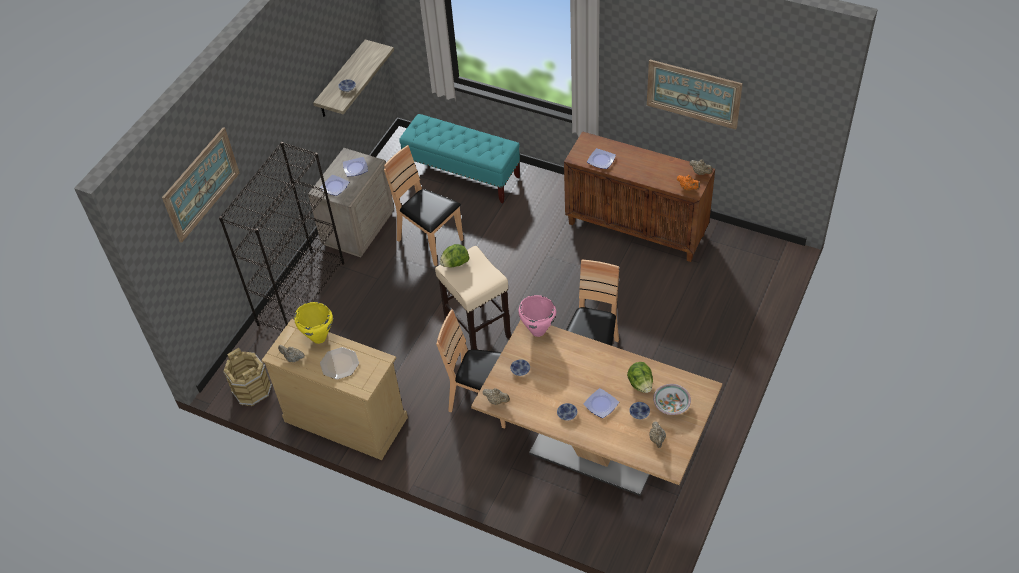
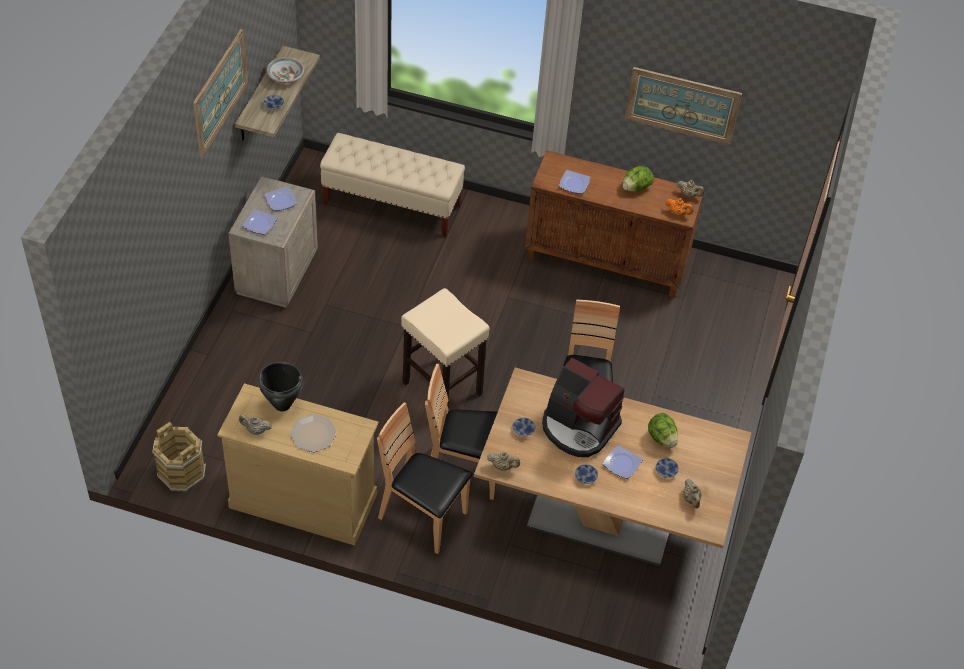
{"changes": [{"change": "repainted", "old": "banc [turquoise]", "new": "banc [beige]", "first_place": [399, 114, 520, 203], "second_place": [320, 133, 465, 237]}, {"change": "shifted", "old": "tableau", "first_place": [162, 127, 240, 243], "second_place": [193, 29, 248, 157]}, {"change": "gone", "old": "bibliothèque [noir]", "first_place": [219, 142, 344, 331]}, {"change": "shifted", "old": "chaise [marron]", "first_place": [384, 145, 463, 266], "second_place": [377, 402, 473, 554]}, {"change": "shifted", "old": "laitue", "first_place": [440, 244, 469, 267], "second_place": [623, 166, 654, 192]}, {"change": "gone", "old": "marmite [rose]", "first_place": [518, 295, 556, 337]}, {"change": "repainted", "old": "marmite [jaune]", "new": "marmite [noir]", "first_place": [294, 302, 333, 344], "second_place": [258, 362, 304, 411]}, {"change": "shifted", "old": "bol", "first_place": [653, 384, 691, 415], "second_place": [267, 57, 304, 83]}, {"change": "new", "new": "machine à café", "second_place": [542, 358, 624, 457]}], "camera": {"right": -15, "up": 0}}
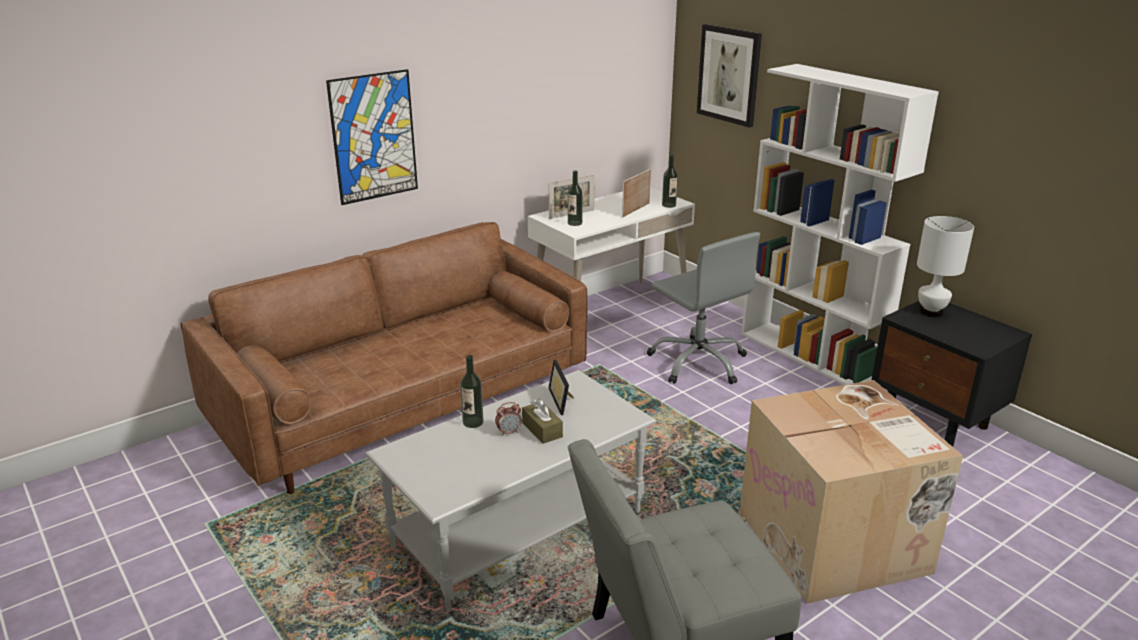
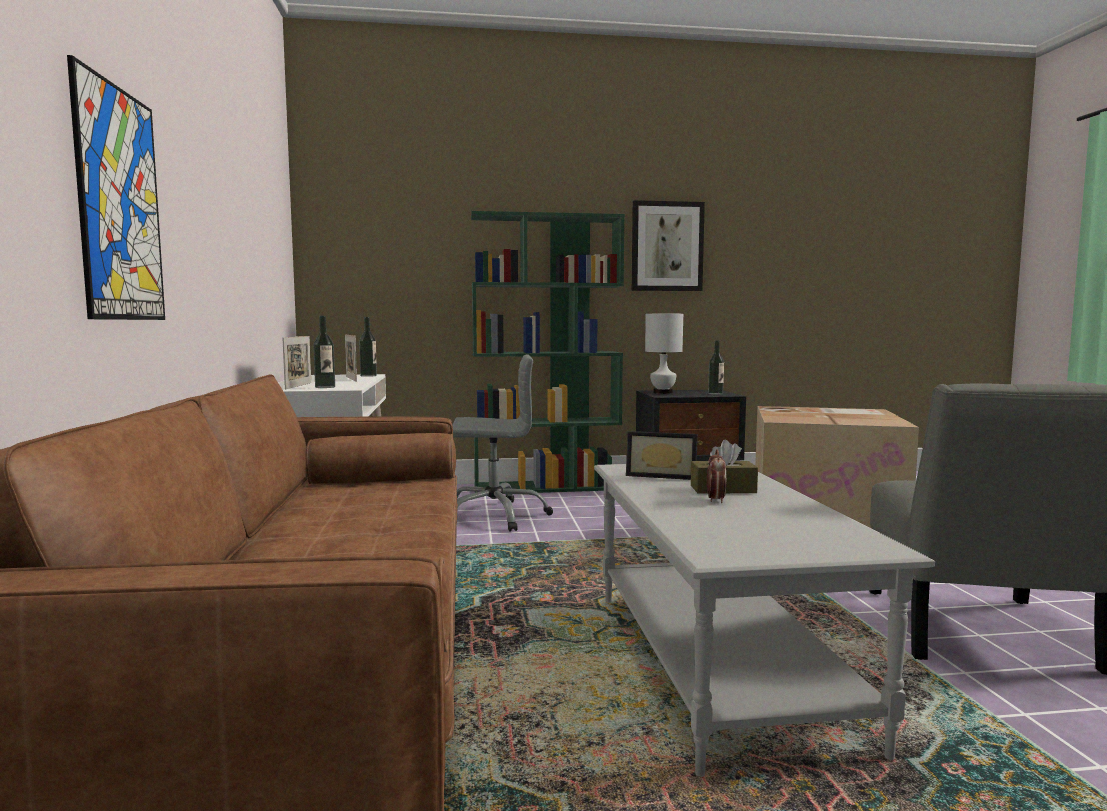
{"changes": [{"change": "shifted", "old": "tableau", "first_place": [697, 24, 762, 128], "second_place": [632, 200, 705, 291]}, {"change": "repainted", "old": "bibliothèque [blanc]", "new": "bibliothèque [vert]", "first_place": [741, 64, 939, 385], "second_place": [471, 211, 625, 493]}, {"change": "shifted", "old": "bouteille", "first_place": [460, 355, 484, 428], "second_place": [708, 340, 724, 395]}], "camera": {"right": -60, "up": -20}}
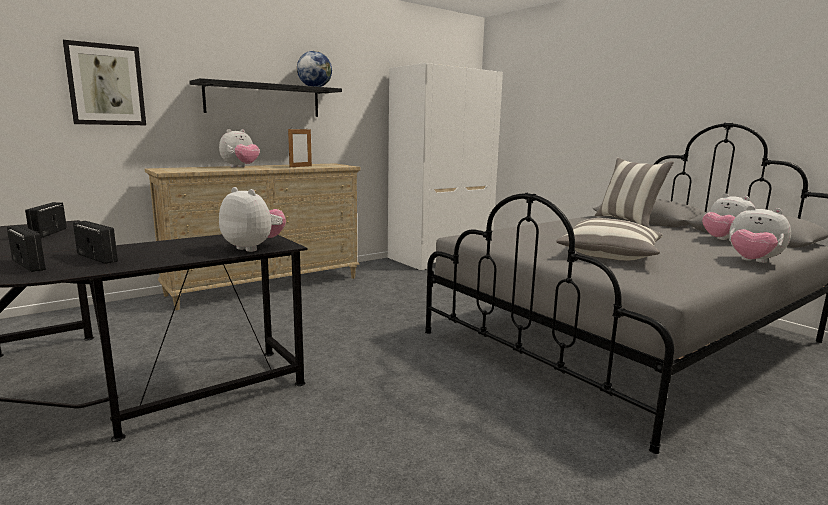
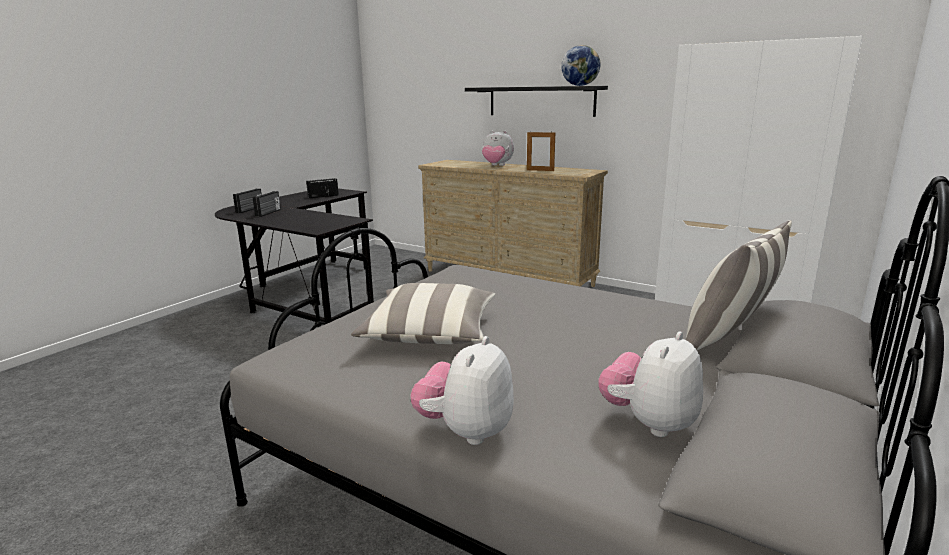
{"changes": [{"change": "gone", "old": "tableau", "first_place": [63, 40, 146, 125]}, {"change": "gone", "old": "peluche", "first_place": [219, 187, 286, 252]}], "camera": {"right": 70, "up": 5}}
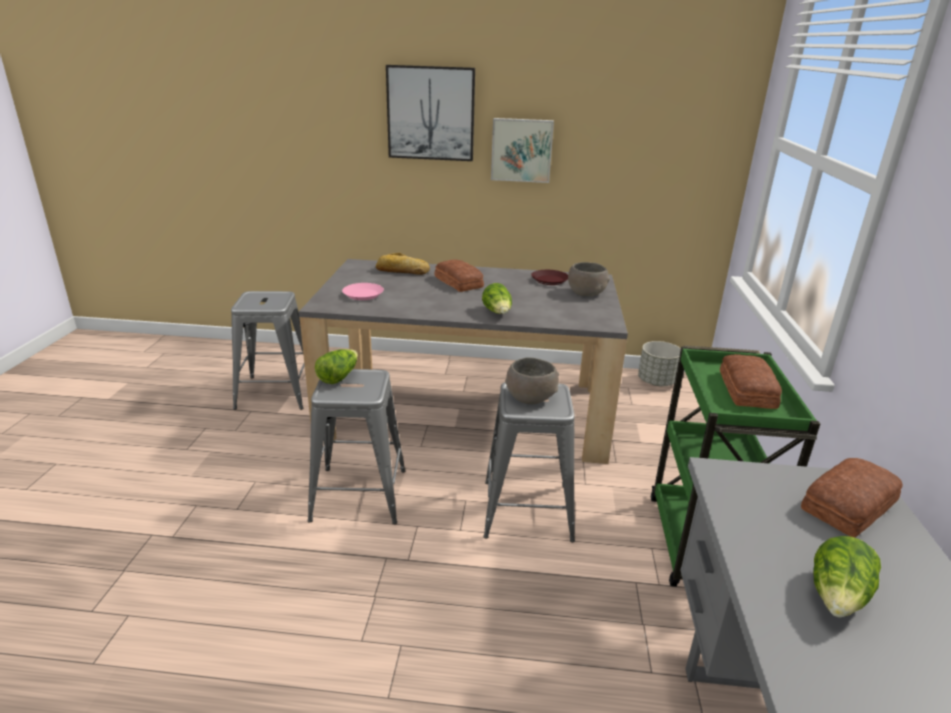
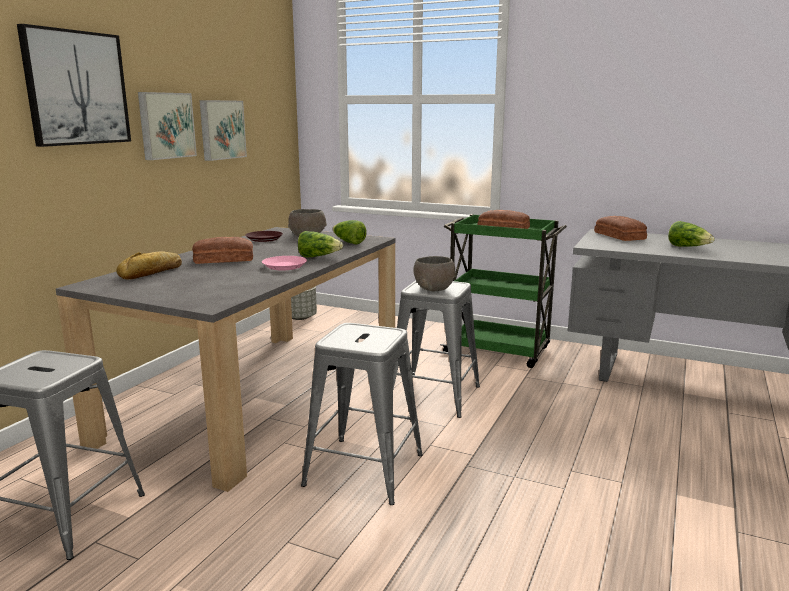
{"changes": [{"change": "shifted", "old": "assiette [rose]", "first_place": [342, 283, 384, 300], "second_place": [262, 256, 307, 270]}, {"change": "shifted", "old": "laitue", "first_place": [315, 349, 358, 384], "second_place": [332, 220, 367, 245]}, {"change": "new", "new": "tableau", "second_place": [199, 100, 247, 161]}], "camera": {"right": -70, "up": -10}}
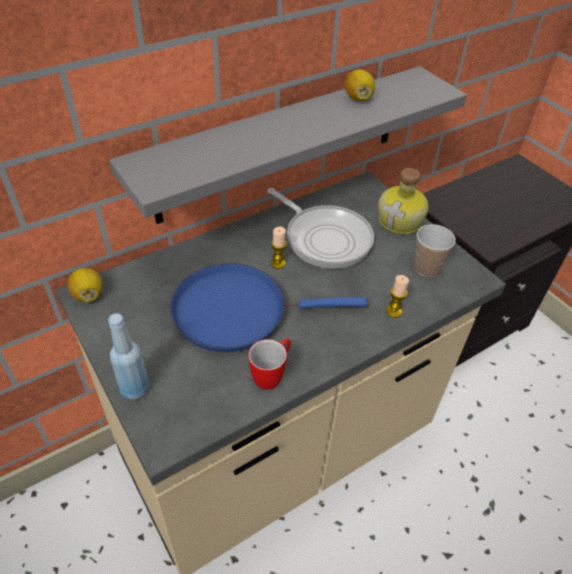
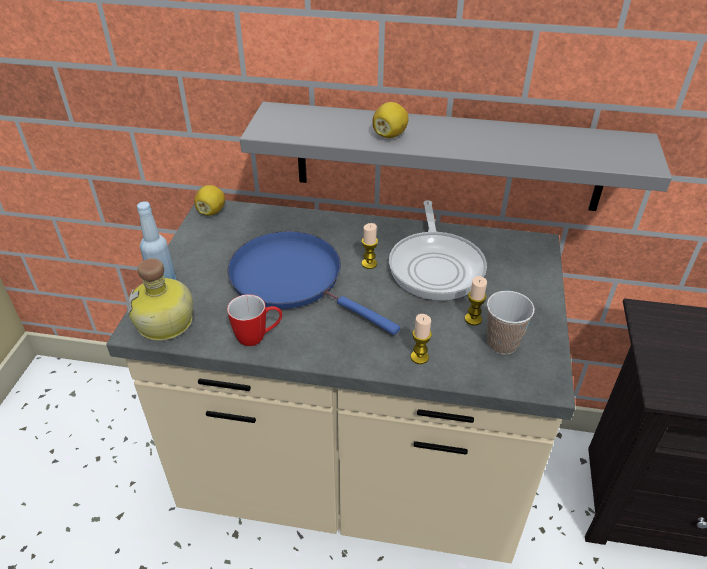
{"changes": [{"change": "shifted", "old": "citron", "first_place": [344, 69, 375, 101], "second_place": [372, 102, 409, 138]}, {"change": "shifted", "old": "bouteille", "first_place": [378, 168, 429, 234], "second_place": [127, 258, 193, 341]}, {"change": "new", "new": "bougie", "second_place": [465, 276, 487, 325]}], "camera": {"right": 45, "up": -5}}
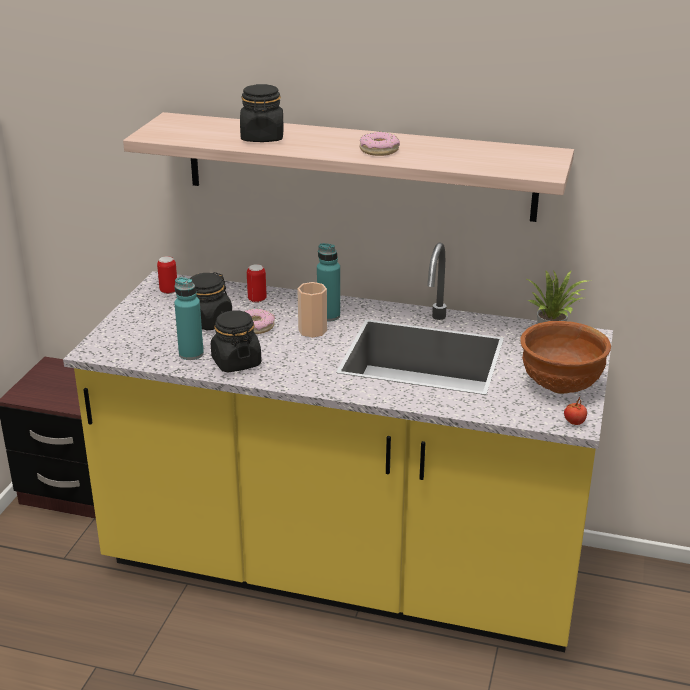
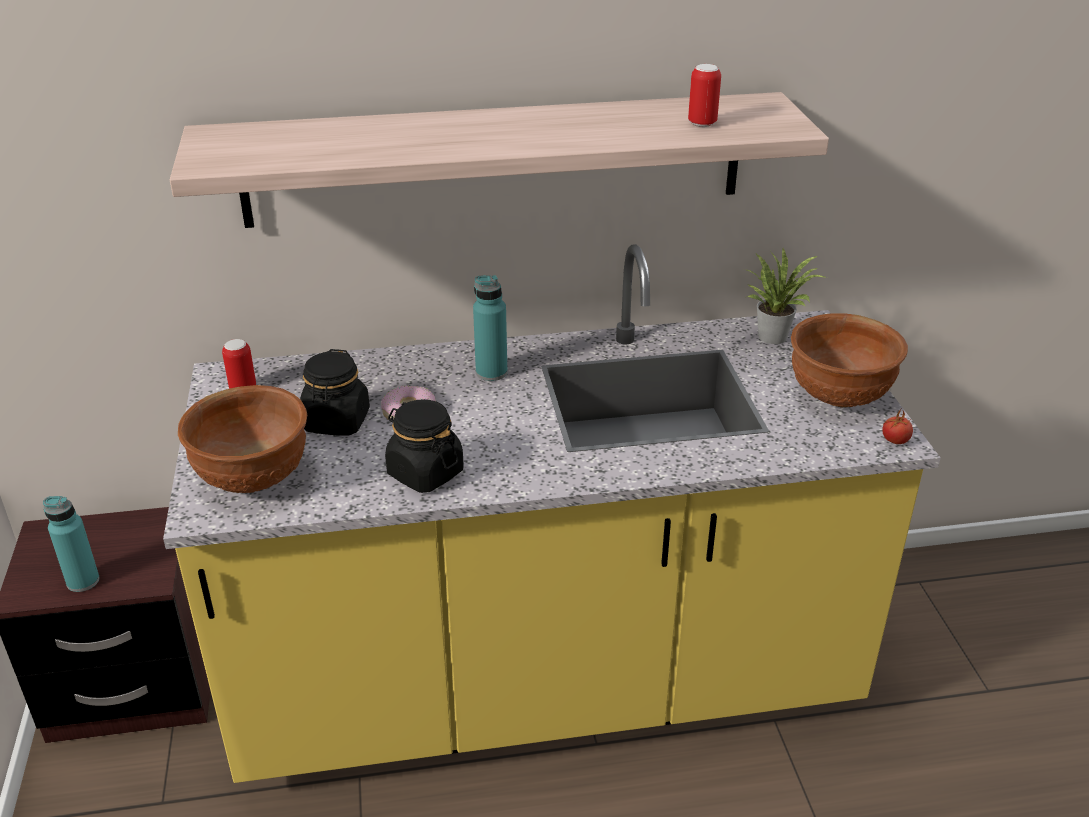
{"changes": [{"change": "gone", "old": "bocal [noir]", "first_place": [240, 84, 284, 142]}, {"change": "gone", "old": "beignet", "first_place": [359, 132, 400, 156]}, {"change": "shifted", "old": "boîte métallique", "first_place": [247, 264, 267, 303], "second_place": [688, 64, 721, 127]}, {"change": "shifted", "old": "bouteille [turquoise]", "first_place": [174, 277, 204, 360], "second_place": [43, 496, 99, 592]}, {"change": "gone", "old": "tasse", "first_place": [297, 282, 327, 338]}, {"change": "new", "new": "bol [marron]", "second_place": [178, 385, 307, 493]}], "camera": {"right": -25, "up": 5}}
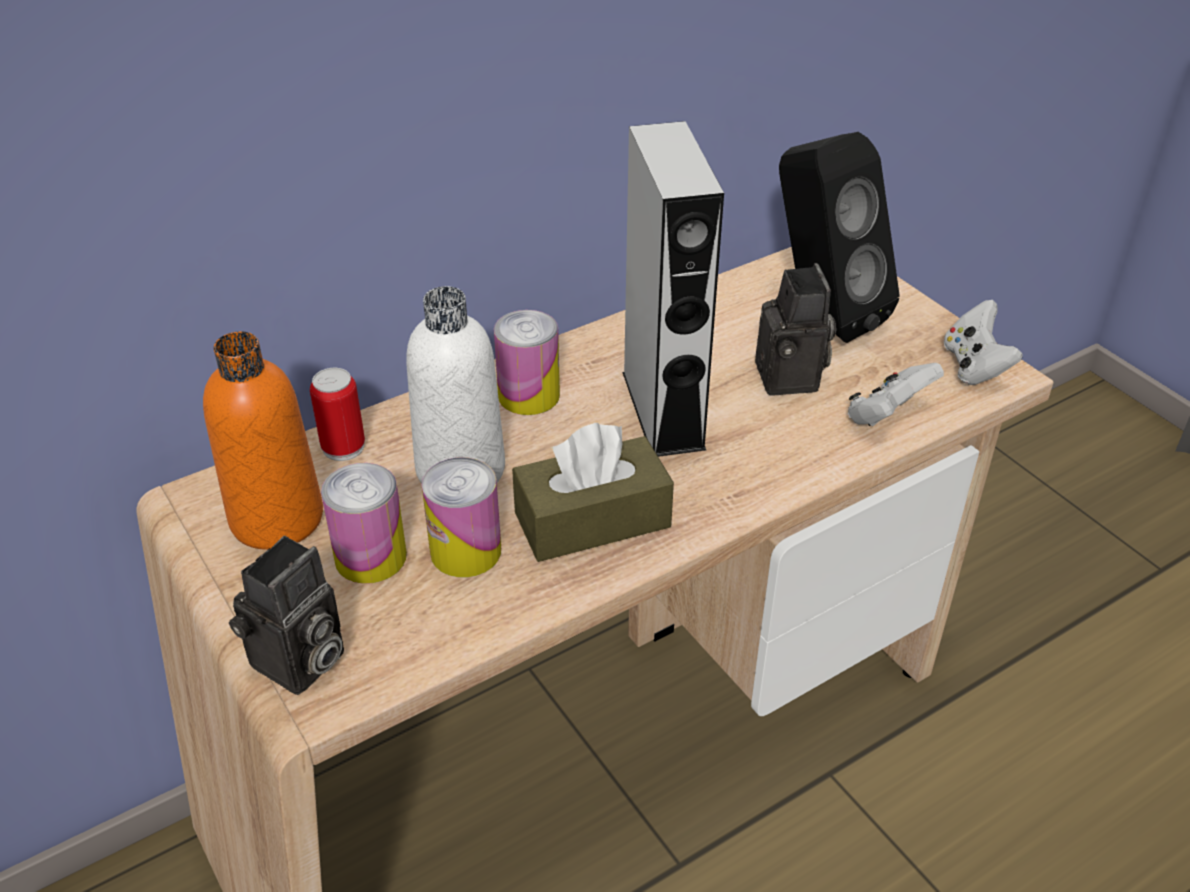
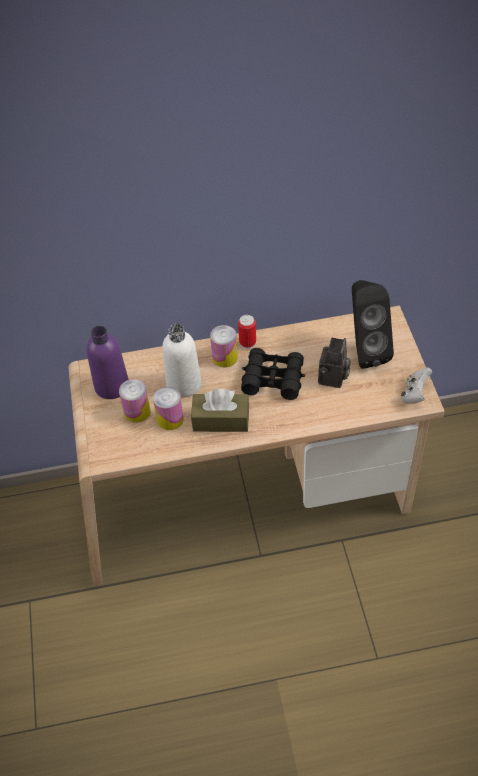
{"changes": [{"change": "swapped", "old": "enceinte [gris]", "new": "jumelles [noir]", "first_place": [622, 121, 724, 457], "second_place": [241, 348, 305, 400]}, {"change": "repainted", "old": "bouteille [orange]", "new": "bouteille [violet]", "first_place": [203, 331, 323, 550], "second_place": [87, 326, 129, 399]}, {"change": "gone", "old": "manette [blanc]", "first_place": [848, 363, 944, 427]}, {"change": "shifted", "old": "boîte métallique", "first_place": [310, 368, 365, 461], "second_place": [238, 315, 256, 349]}, {"change": "gone", "old": "appareil photo", "first_place": [229, 536, 344, 695]}], "camera": {"right": 25, "up": 10}}
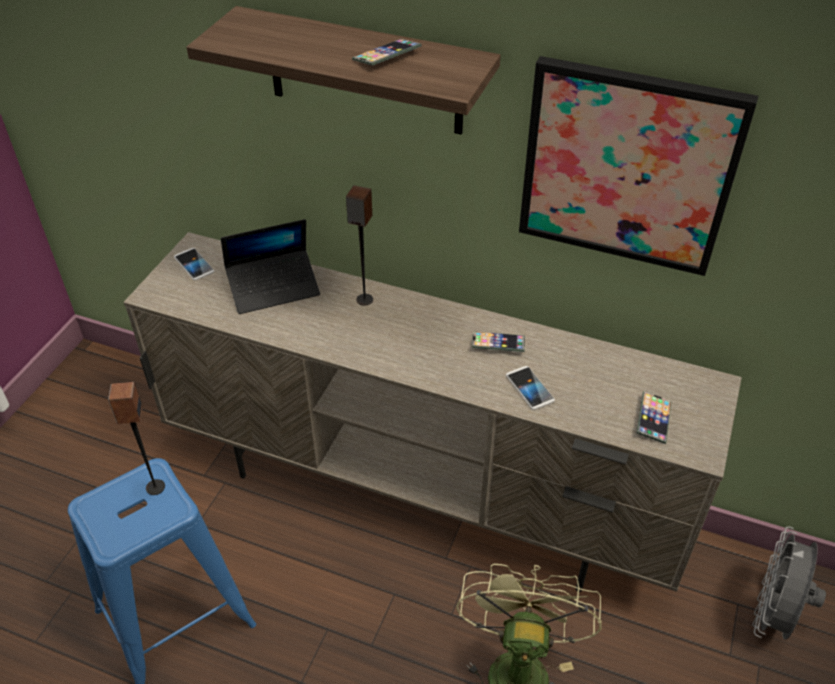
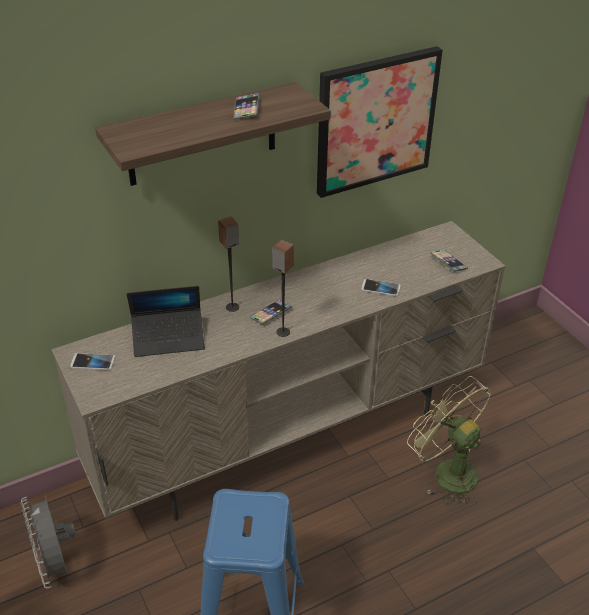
{"changes": [{"change": "rotated", "old": "ordinateur portable", "first_place": [221, 219, 320, 314], "second_place": [127, 286, 205, 357], "degrees": 60}, {"change": "shifted", "old": "téléphone", "first_place": [472, 331, 525, 352], "second_place": [249, 300, 292, 324]}, {"change": "shifted", "old": "enceinte", "first_place": [108, 382, 165, 495], "second_place": [272, 240, 294, 337]}, {"change": "shifted", "old": "ventilateur [gris]", "first_place": [752, 526, 826, 640], "second_place": [21, 496, 76, 589]}], "camera": {"right": -50, "up": -5}}
